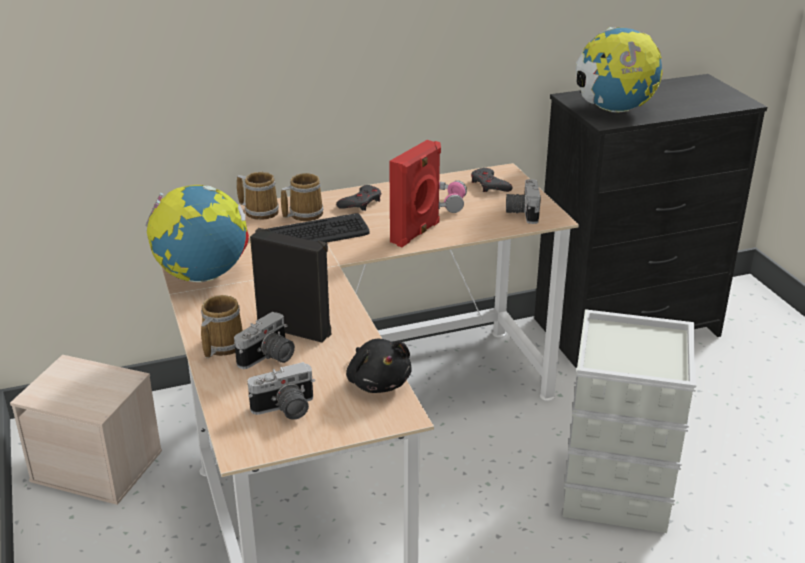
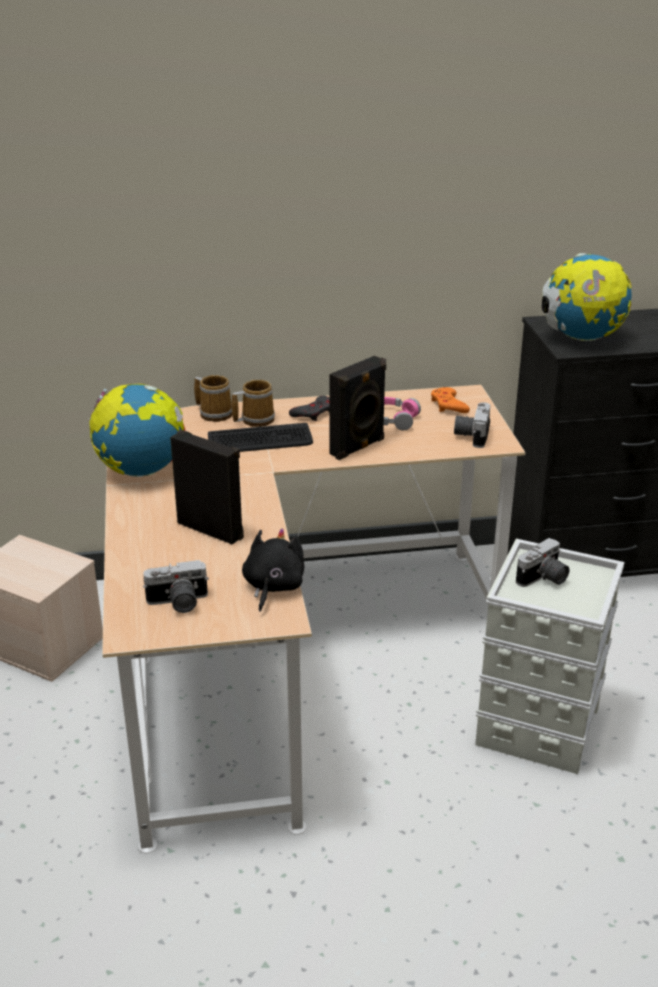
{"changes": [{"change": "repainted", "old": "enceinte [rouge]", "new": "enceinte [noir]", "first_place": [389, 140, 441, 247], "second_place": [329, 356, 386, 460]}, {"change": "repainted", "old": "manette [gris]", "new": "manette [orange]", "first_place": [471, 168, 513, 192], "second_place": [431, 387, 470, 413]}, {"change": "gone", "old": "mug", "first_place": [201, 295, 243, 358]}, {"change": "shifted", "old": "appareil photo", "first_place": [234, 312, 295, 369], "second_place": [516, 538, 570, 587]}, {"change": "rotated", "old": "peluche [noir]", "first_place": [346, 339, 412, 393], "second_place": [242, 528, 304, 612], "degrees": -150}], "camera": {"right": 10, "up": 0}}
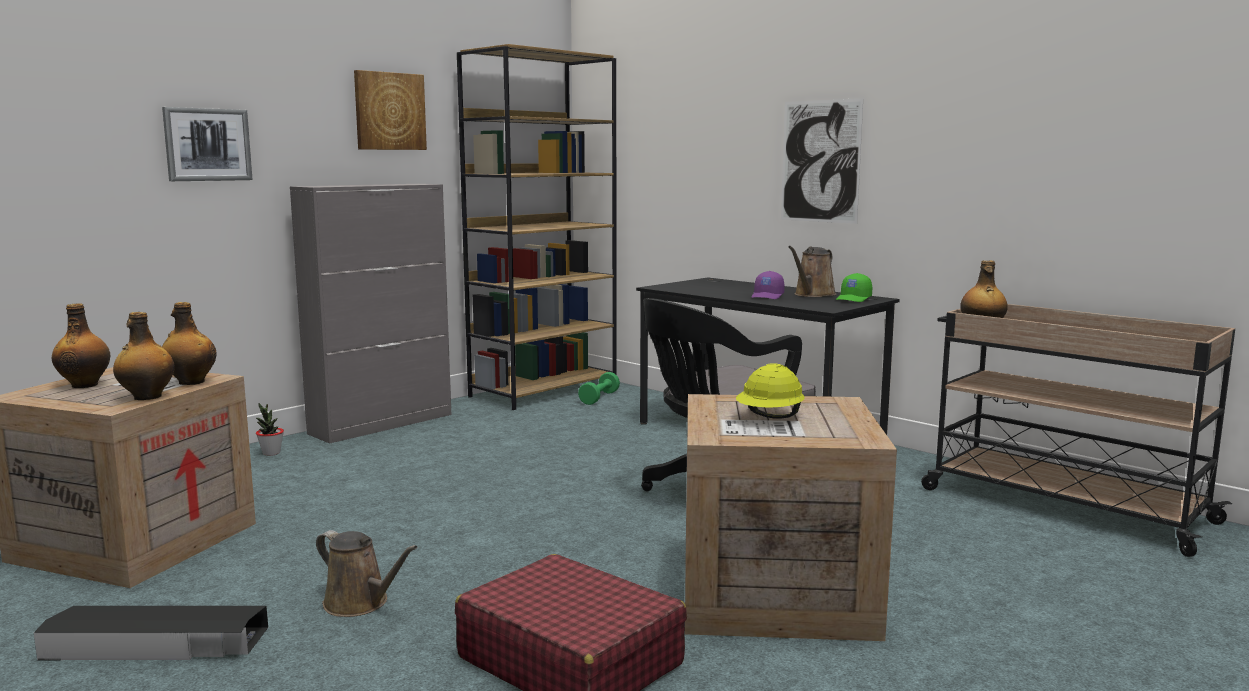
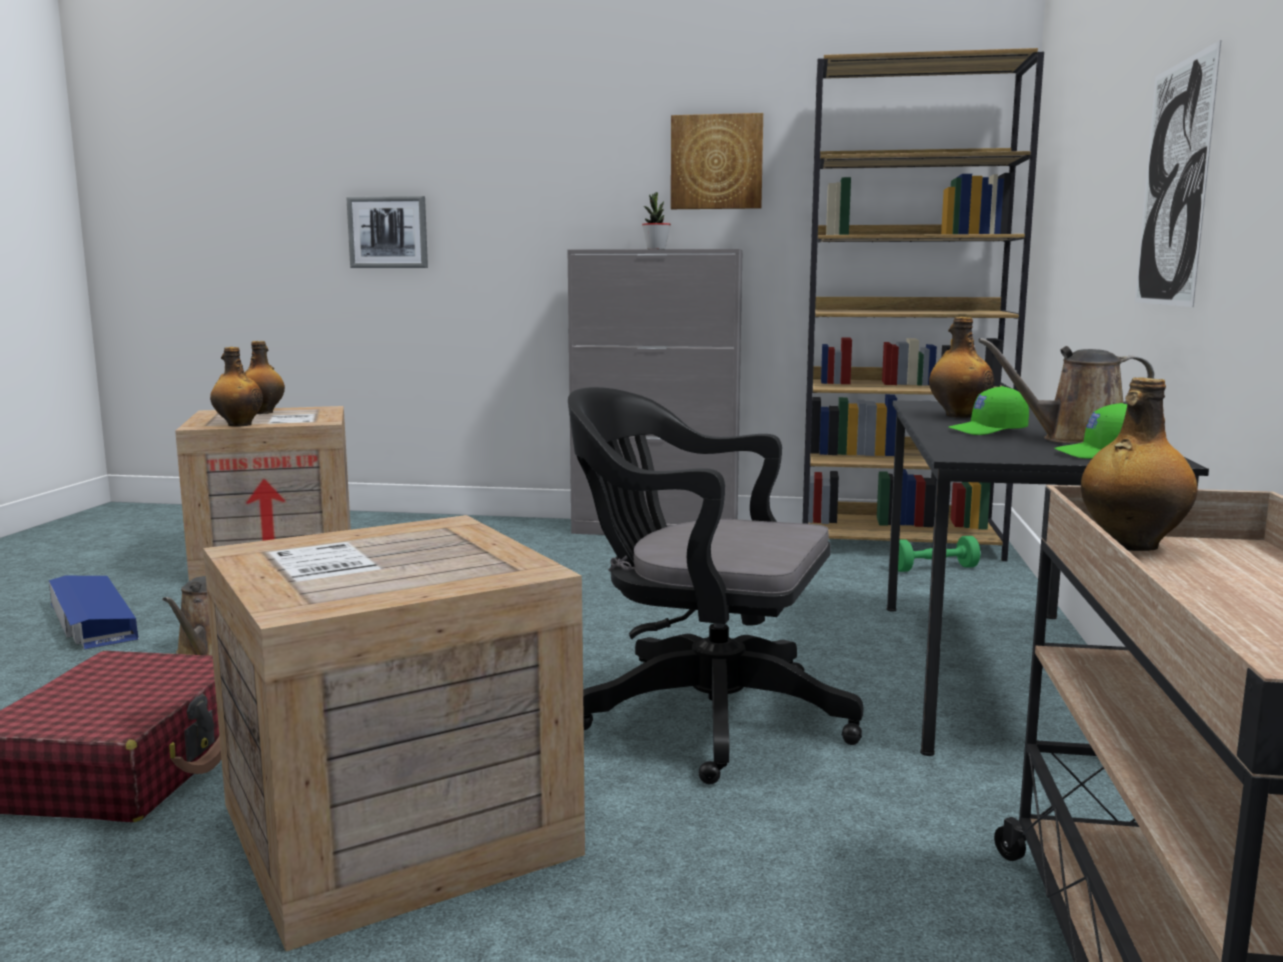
{"changes": [{"change": "shifted", "old": "tableau", "first_place": [162, 107, 253, 181], "second_place": [346, 196, 428, 268]}, {"change": "repainted", "old": "casquette [violet]", "new": "casquette [vert]", "first_place": [751, 271, 785, 299], "second_place": [949, 386, 1029, 435]}, {"change": "shifted", "old": "bouteille", "first_place": [162, 302, 217, 385], "second_place": [929, 317, 994, 418]}, {"change": "gone", "old": "casque de chantier [jaune]", "first_place": [736, 363, 805, 419]}, {"change": "shifted", "old": "plante en pot", "first_place": [256, 403, 284, 456], "second_place": [642, 192, 671, 249]}, {"change": "repainted", "old": "boîte de rangement [noir]", "new": "boîte de rangement [bleu]", "first_place": [34, 606, 268, 660], "second_place": [49, 576, 139, 649]}], "camera": {"right": 55, "up": 0}}
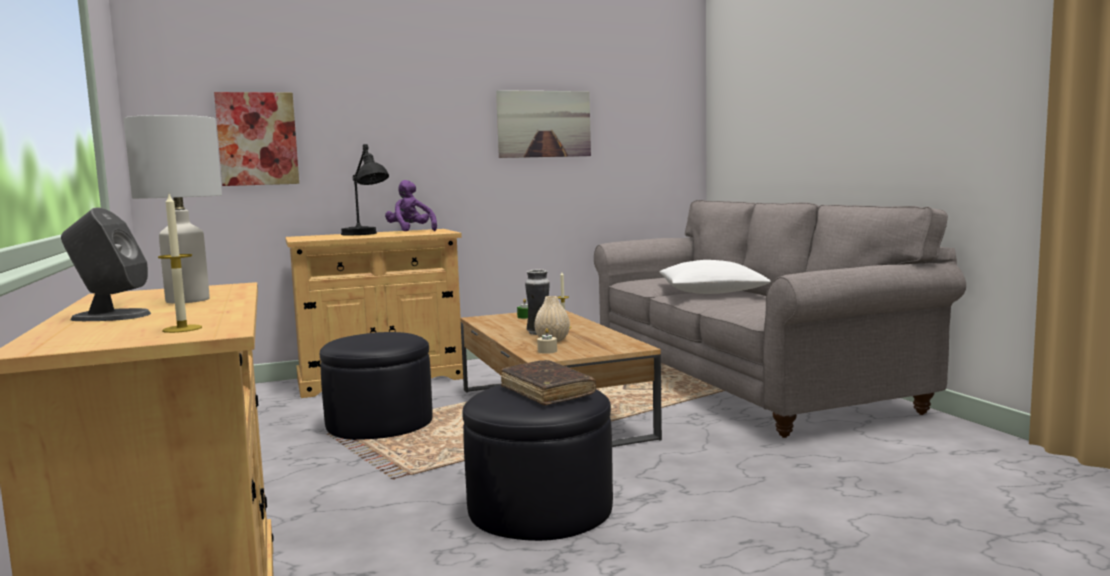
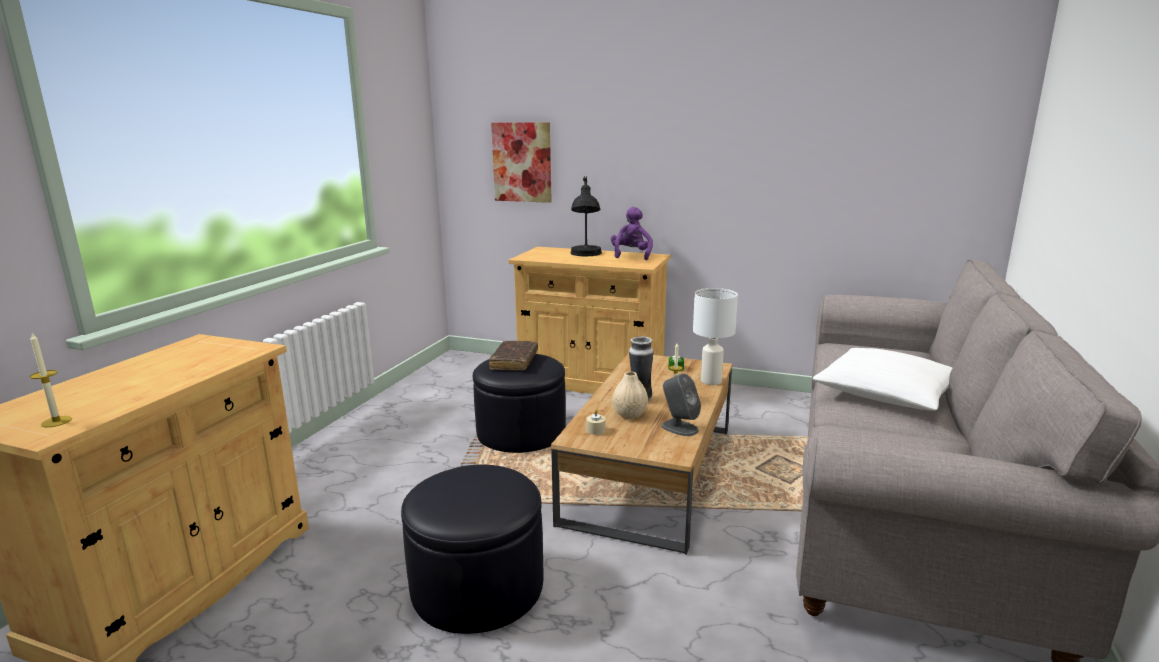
{"changes": [{"change": "gone", "old": "tableau", "first_place": [496, 90, 591, 158]}, {"change": "shifted", "old": "lampe de table [blanc]", "first_place": [124, 115, 222, 304], "second_place": [693, 288, 738, 385]}, {"change": "shifted", "old": "enceinte [gris]", "first_place": [61, 207, 151, 321], "second_place": [661, 373, 701, 436]}, {"change": "shifted", "old": "livre [marron]", "first_place": [501, 360, 596, 406], "second_place": [489, 341, 538, 370]}], "camera": {"right": 40, "up": 10}}
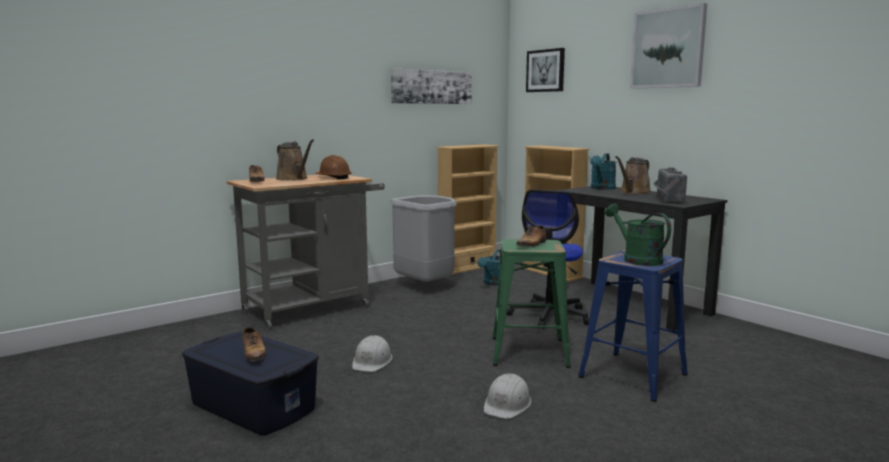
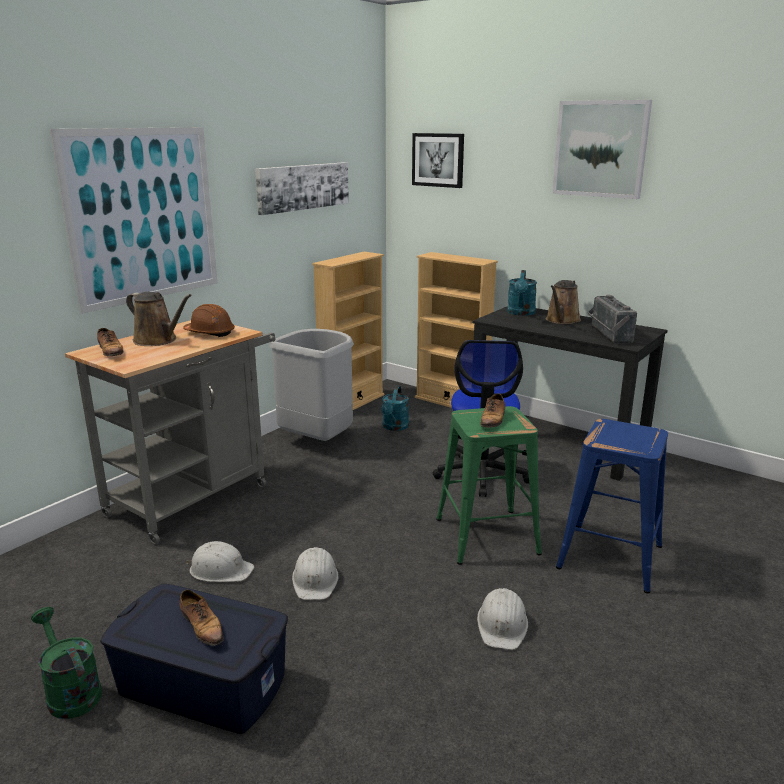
{"changes": [{"change": "shifted", "old": "arrosoir [vert]", "first_place": [605, 204, 671, 266], "second_place": [31, 607, 102, 719]}, {"change": "new", "new": "tableau", "second_place": [50, 127, 218, 314]}, {"change": "new", "new": "casque de chantier [blanc]", "second_place": [186, 541, 254, 582]}], "camera": {"right": -15, "up": 10}}
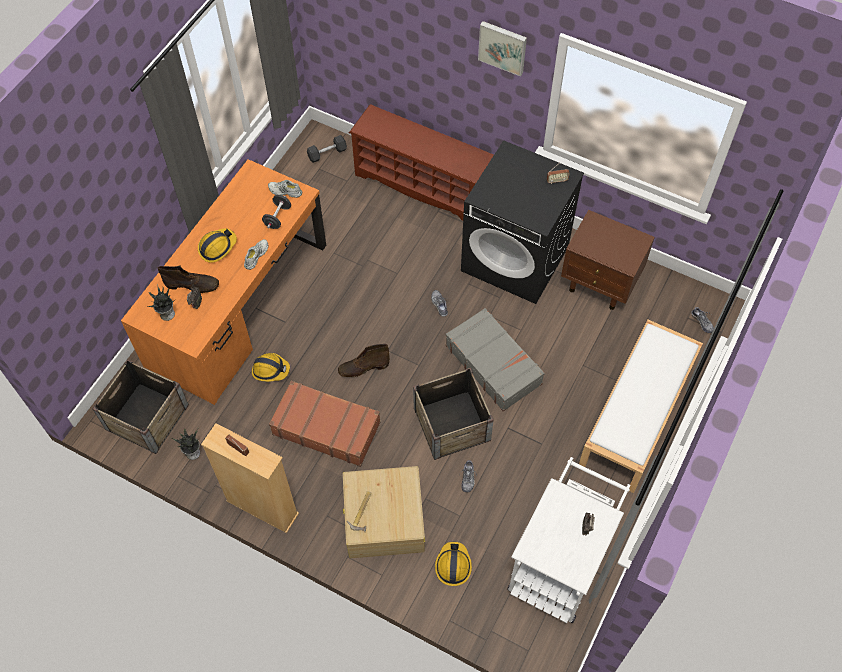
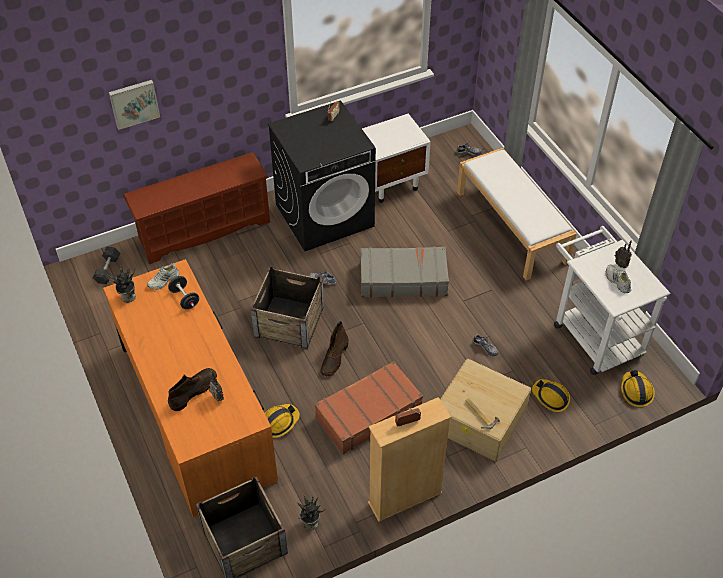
{"changes": [{"change": "shifted", "old": "tableau", "first_place": [478, 21, 527, 77], "second_place": [109, 80, 160, 130]}, {"change": "repainted", "old": "table de chevet [marron]", "new": "table de chevet [blanc]", "first_place": [561, 210, 655, 310], "second_place": [362, 114, 431, 203]}, {"change": "shifted", "old": "casque de chantier", "first_place": [198, 228, 237, 263], "second_place": [621, 370, 655, 407]}, {"change": "shifted", "old": "chaussure [blanc]", "first_place": [244, 239, 268, 270], "second_place": [606, 265, 631, 293]}, {"change": "shifted", "old": "plante en pot", "first_place": [148, 284, 175, 321], "second_place": [108, 266, 136, 303]}, {"change": "shifted", "old": "caisse", "first_place": [413, 368, 494, 460], "second_place": [251, 267, 324, 349]}], "camera": {"right": -55, "up": -10}}
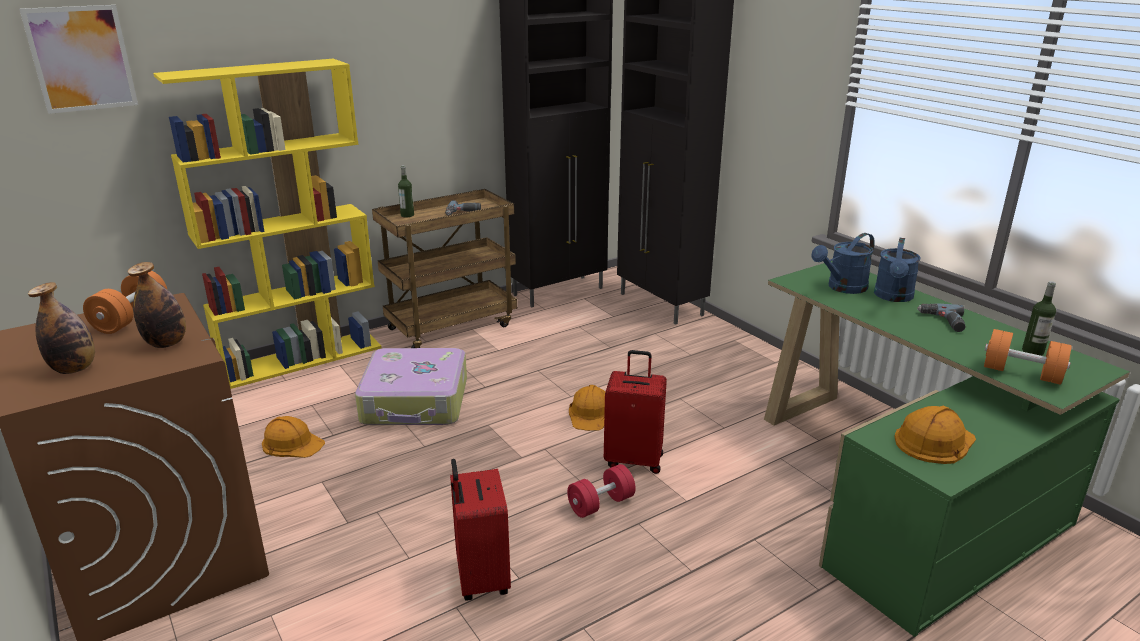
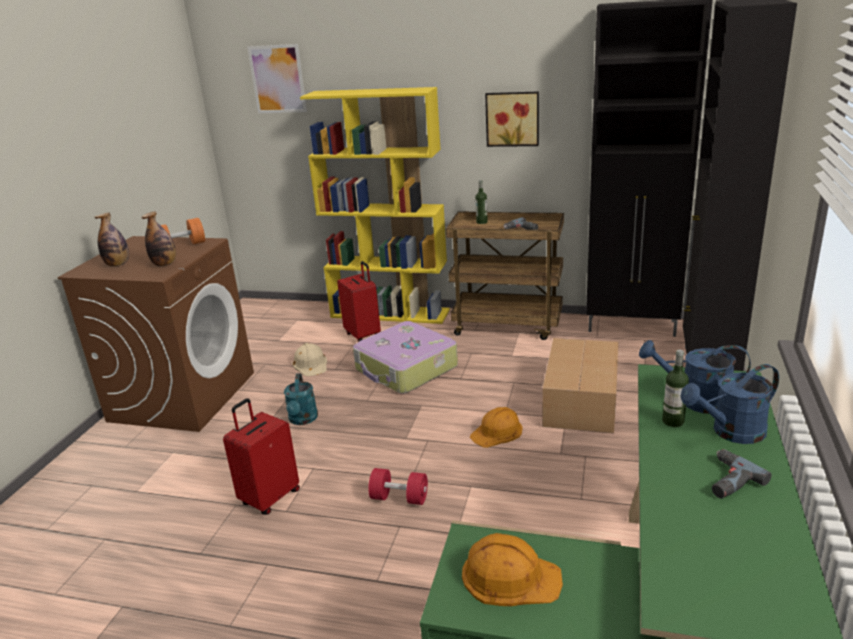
{"changes": [{"change": "shifted", "old": "bouteille", "first_place": [1022, 281, 1056, 356], "second_place": [662, 350, 689, 427]}, {"change": "gone", "old": "haltère [orange]", "first_place": [984, 329, 1072, 385]}, {"change": "shifted", "old": "valise [rouge]", "first_place": [604, 350, 667, 474], "second_place": [337, 261, 381, 342]}, {"change": "repainted", "old": "casque de chantier [orange]", "new": "casque de chantier [beige]", "first_place": [262, 416, 325, 458], "second_place": [292, 343, 327, 376]}, {"change": "new", "new": "tableau", "second_place": [485, 91, 539, 147]}, {"change": "new", "new": "carton", "second_place": [542, 338, 618, 433]}, {"change": "new", "new": "arrosoir [turquoise]", "second_place": [284, 373, 318, 425]}], "camera": {"right": 50, "up": 0}}
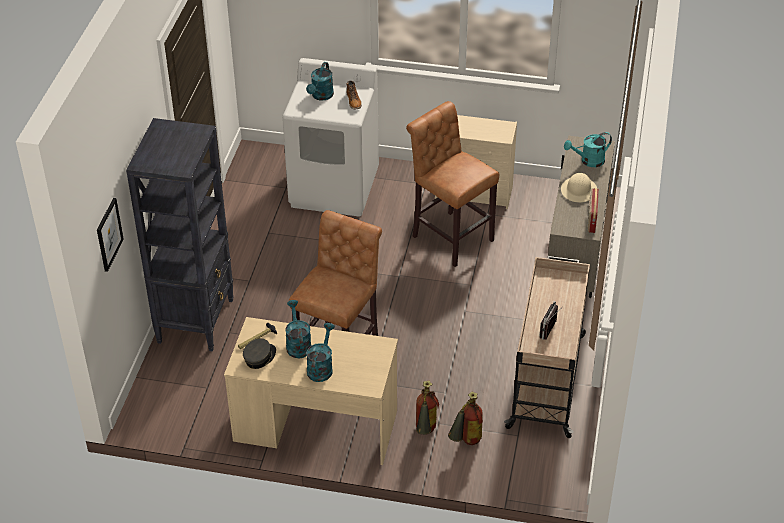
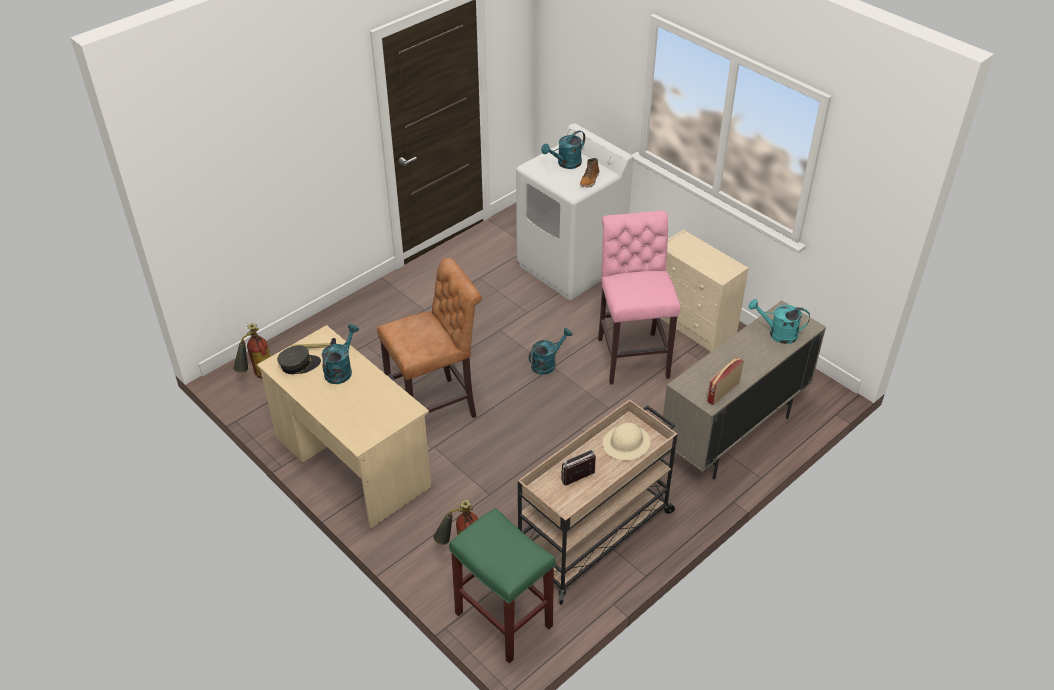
{"changes": [{"change": "repainted", "old": "tabouret [marron]", "new": "tabouret [rose]", "first_place": [406, 101, 499, 267], "second_place": [598, 211, 681, 385]}, {"change": "gone", "old": "bibliothèque [noir]", "first_place": [126, 118, 234, 352]}, {"change": "shifted", "old": "casque de chantier [beige]", "first_place": [561, 173, 597, 202], "second_place": [603, 423, 650, 460]}, {"change": "gone", "old": "tableau", "first_place": [97, 198, 124, 272]}, {"change": "shifted", "old": "arrosoir [turquoise]", "first_place": [306, 323, 335, 382], "second_place": [529, 328, 572, 375]}, {"change": "shifted", "old": "extincteur", "first_place": [416, 380, 439, 435], "second_place": [233, 323, 271, 379]}, {"change": "new", "new": "tabouret [vert]", "second_place": [449, 508, 556, 664]}], "camera": {"right": 35, "up": 0}}
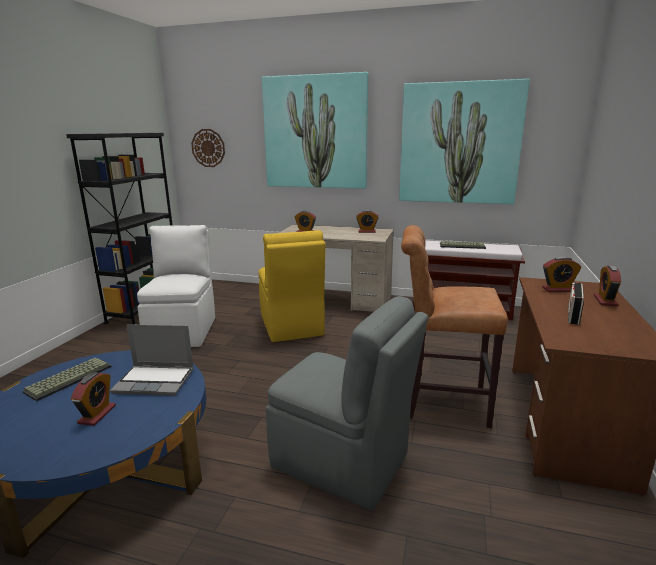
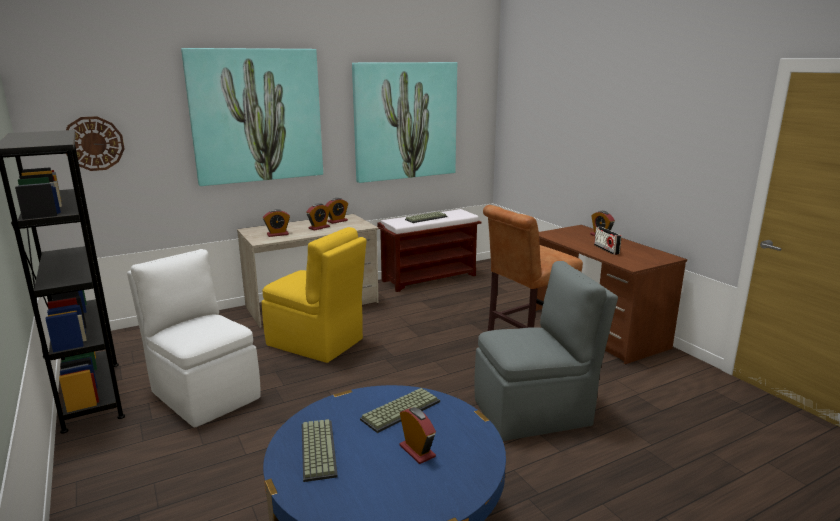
{"changes": [{"change": "shifted", "old": "réveil", "first_place": [542, 256, 581, 292], "second_place": [306, 203, 330, 231]}, {"change": "swapped", "old": "ordinateur portable", "new": "clavier", "first_place": [110, 324, 194, 396], "second_place": [360, 388, 440, 433]}], "camera": {"right": -45, "up": 0}}
